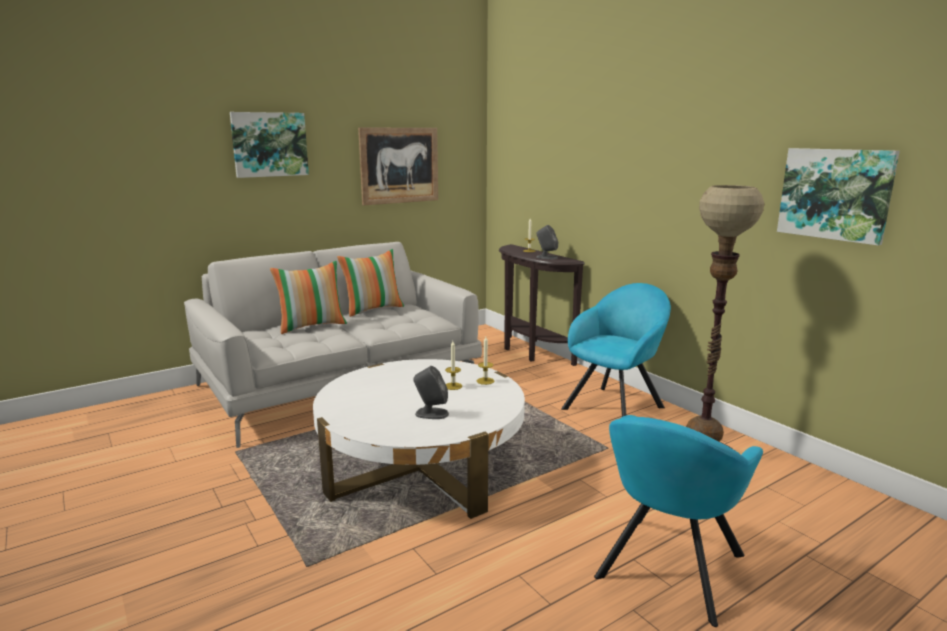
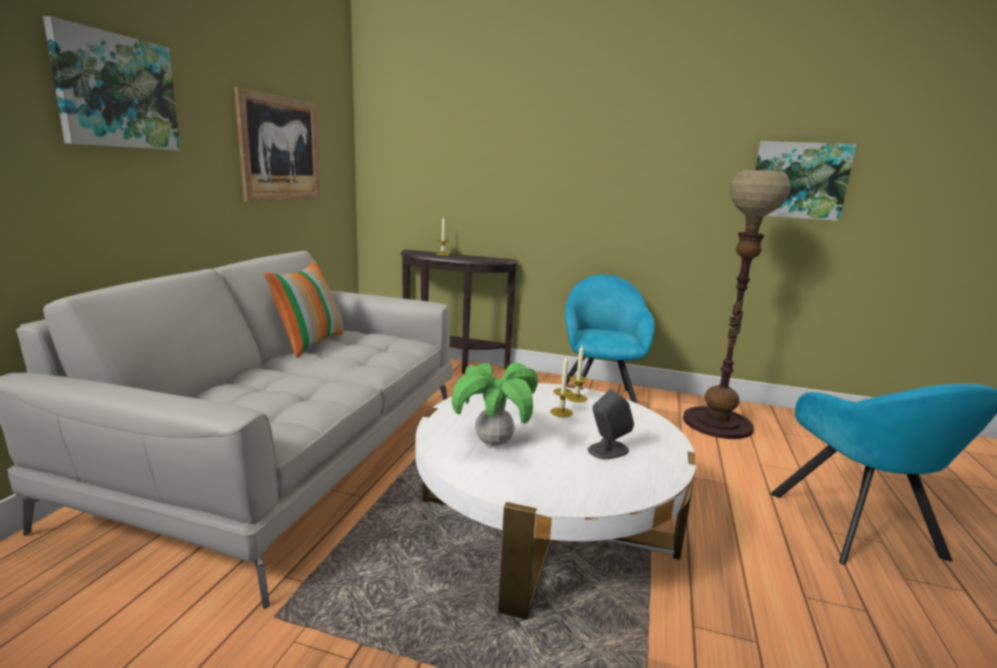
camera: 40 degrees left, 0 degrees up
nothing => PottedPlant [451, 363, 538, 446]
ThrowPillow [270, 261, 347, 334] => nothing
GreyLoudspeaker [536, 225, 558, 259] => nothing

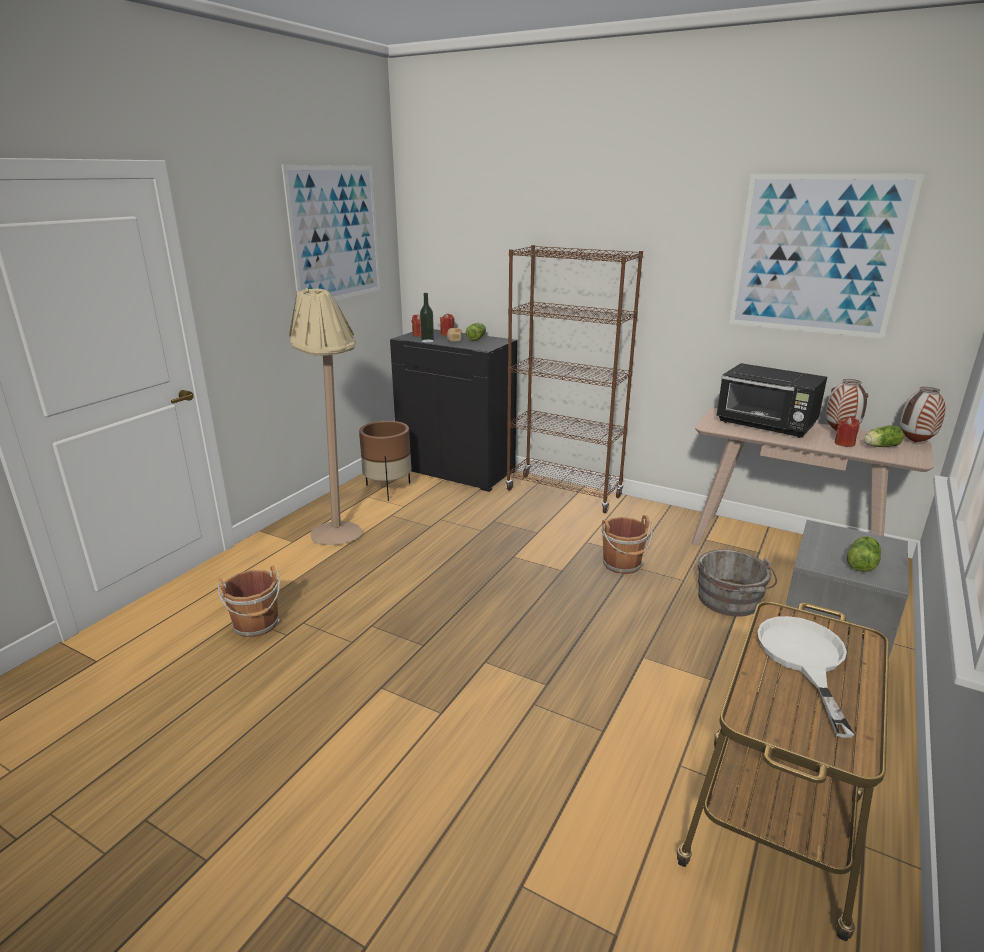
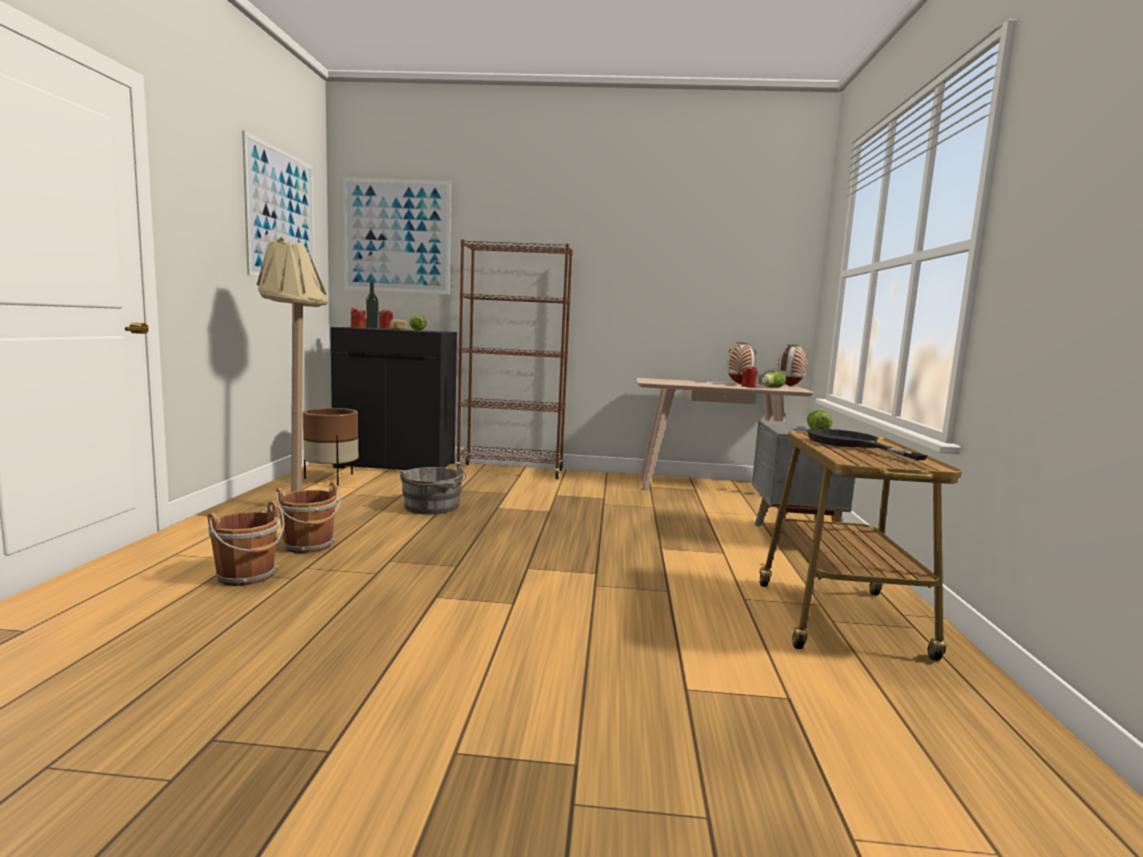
camera: 25 degrees left, 15 degrees down
BrownWaterBucket [602, 515, 652, 574] => BrownWaterBucket [276, 481, 341, 553], shifted
Picture [729, 174, 924, 339] => Picture [343, 178, 451, 295], shifted
GreyWaterBucket [698, 550, 777, 617] => GreyWaterBucket [400, 466, 467, 515], shifted
WhiteFryingPan [757, 616, 855, 738] => BlackColouredFryingPan [807, 429, 927, 460]
BlackColouredMicrowave [716, 363, 827, 438] => nothing

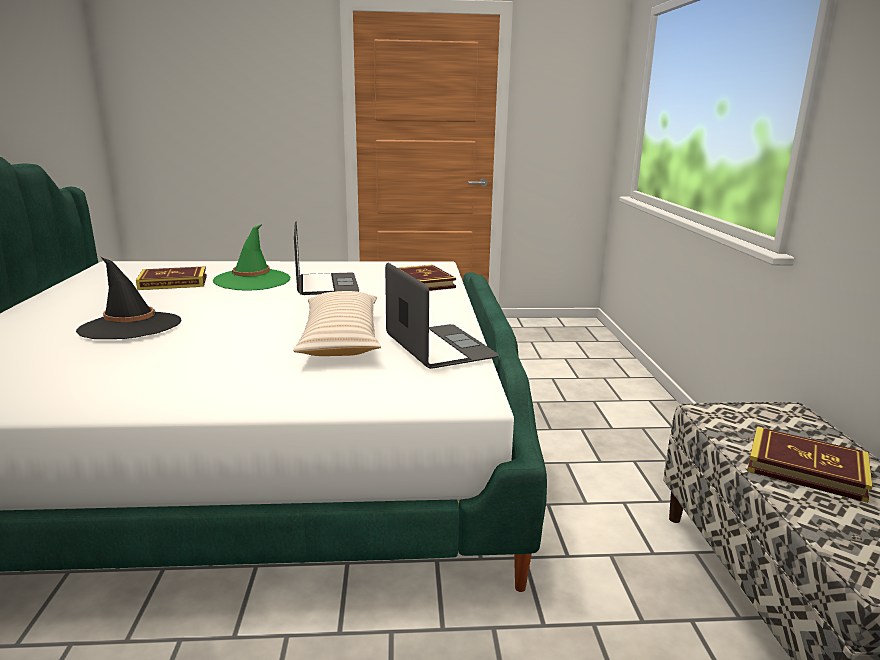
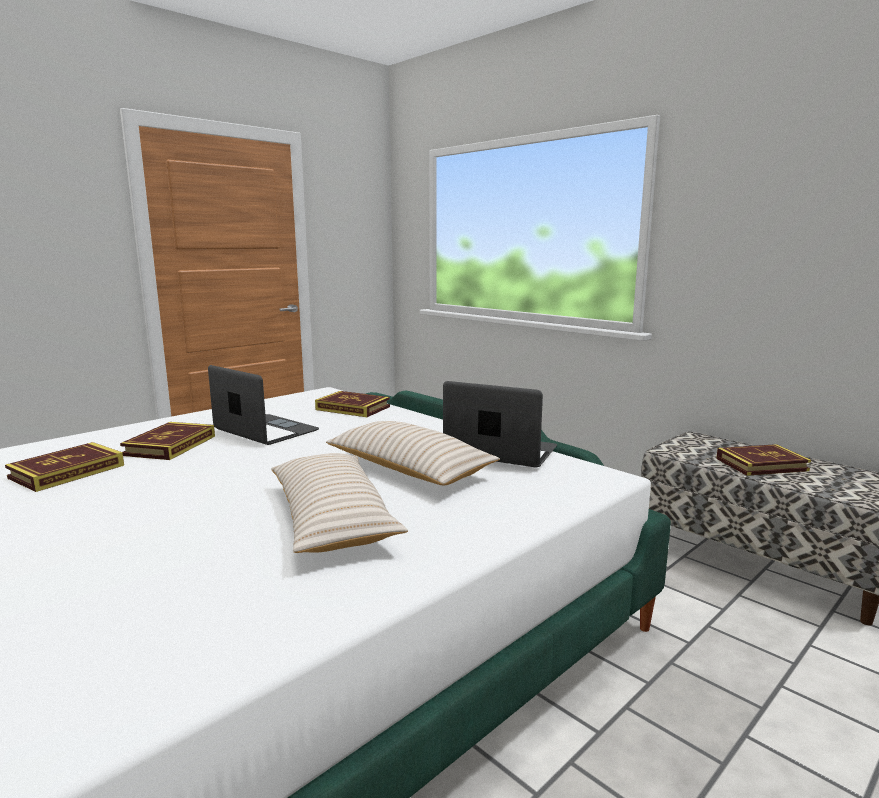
camera: 40 degrees left, 5 degrees down
GreenColouredWearableHat [213, 224, 290, 290] => Volume [120, 422, 215, 460]
nothing => BeigeThrowPillow [271, 453, 408, 553]
BlackColouredWearableHat [76, 257, 182, 339] => nothing

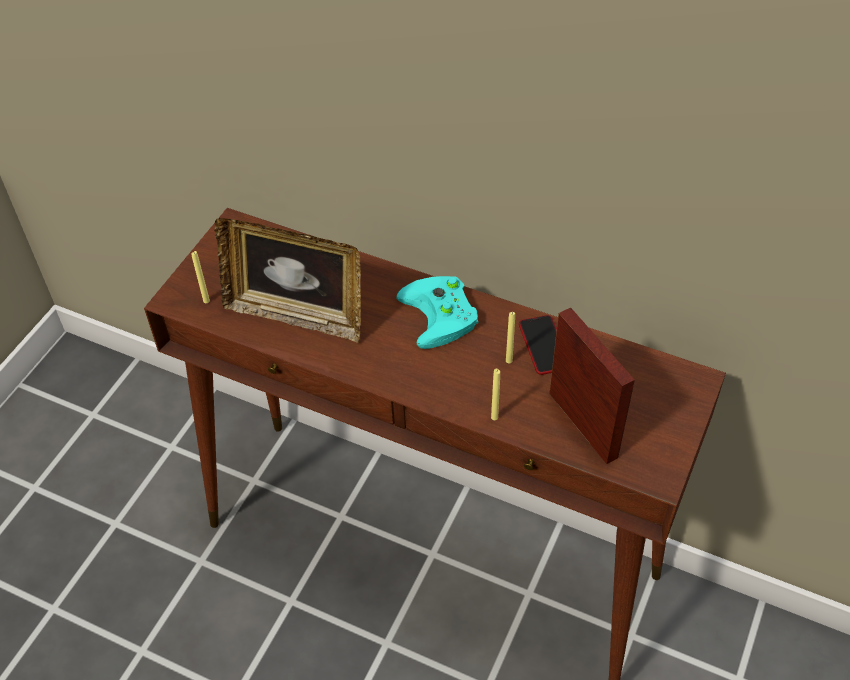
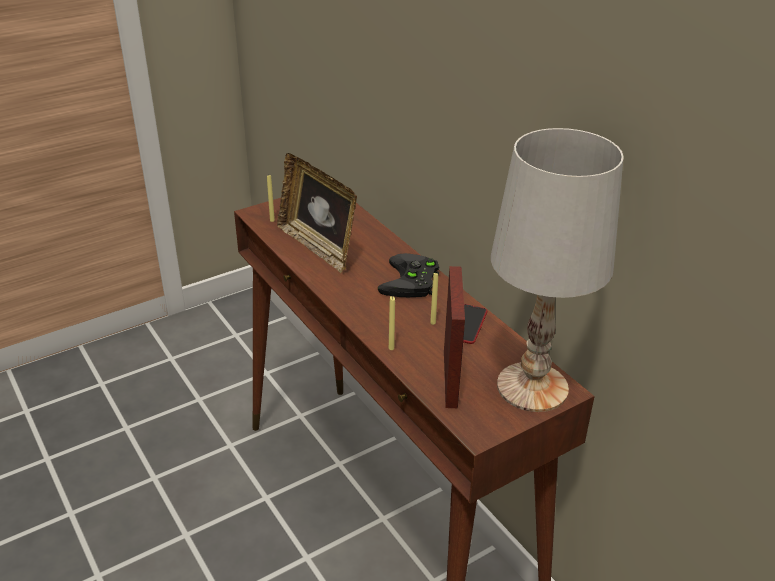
camera: 30 degrees right, 15 degrees down
BlueGreenGamepad [396, 276, 478, 349] => BlackColouredGamepad [378, 253, 439, 297]
nothing => WhiteTabletopLamp [491, 128, 624, 412]

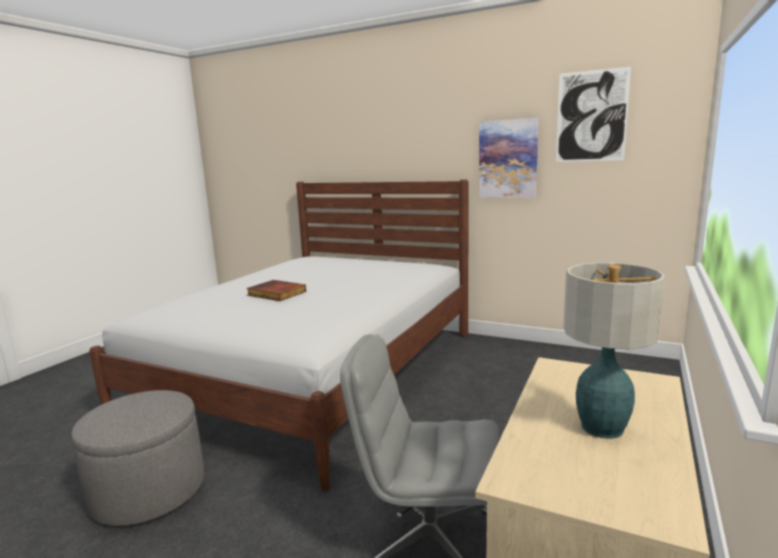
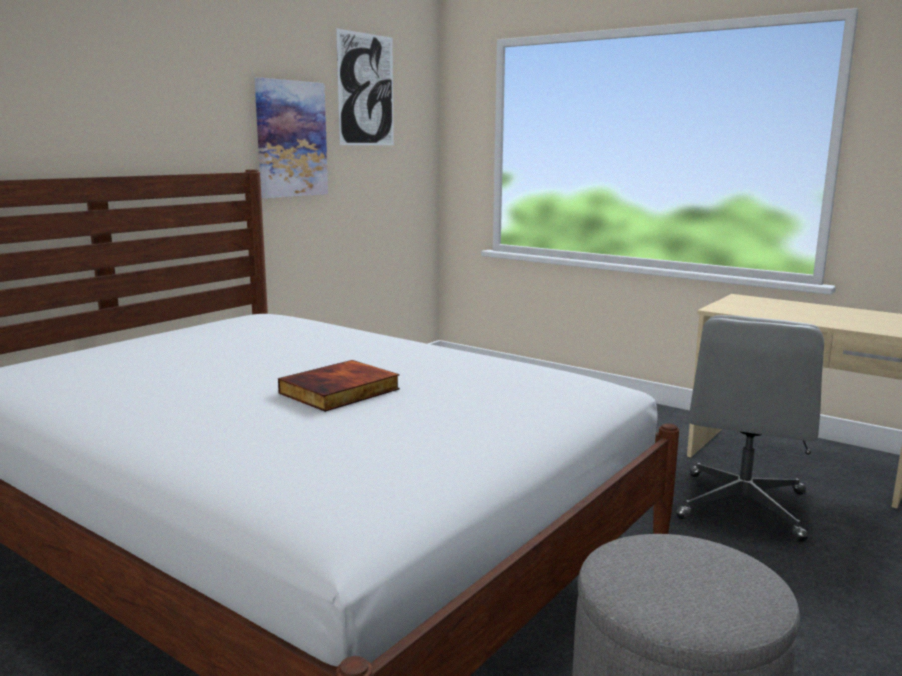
camera: 80 degrees left, 0 degrees up
TabletopLamp [563, 262, 665, 439] => nothing

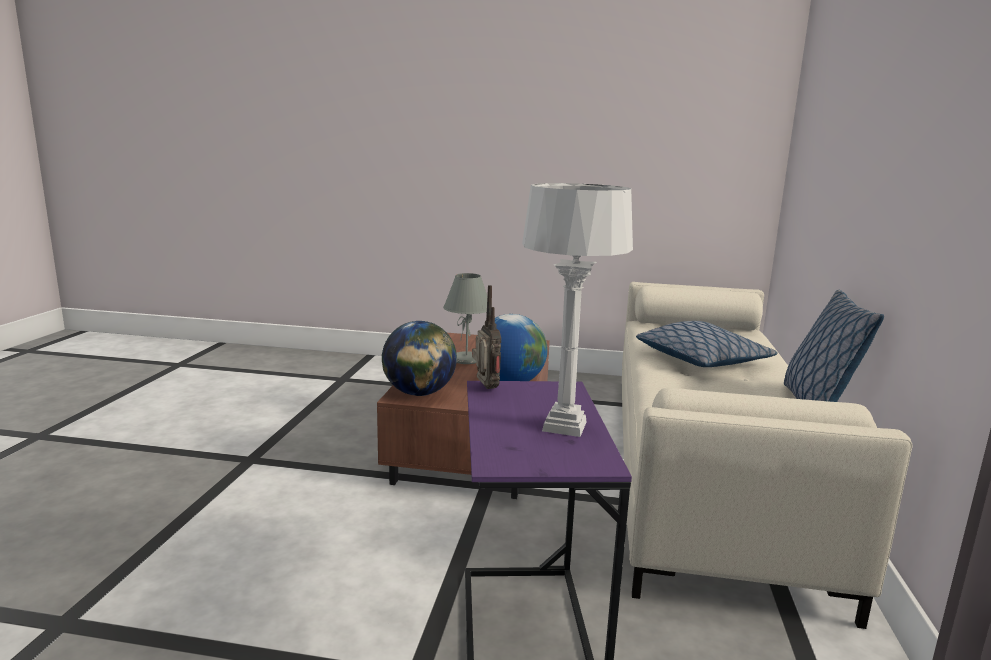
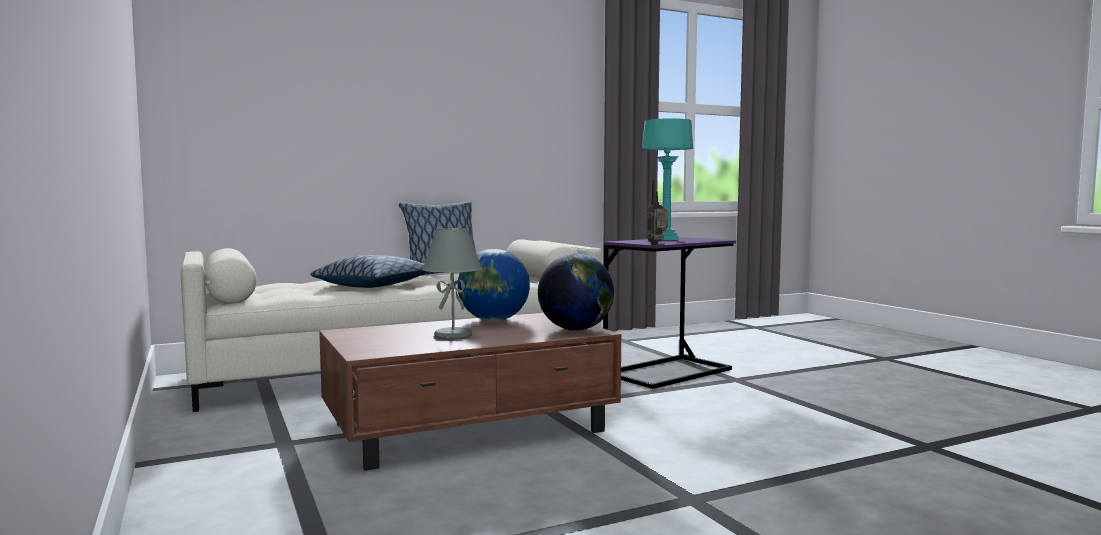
camera: 125 degrees left, 10 degrees down
GreyTabletopLamp [522, 183, 633, 437] => BlueGreenTabletopLamp [642, 118, 693, 240]

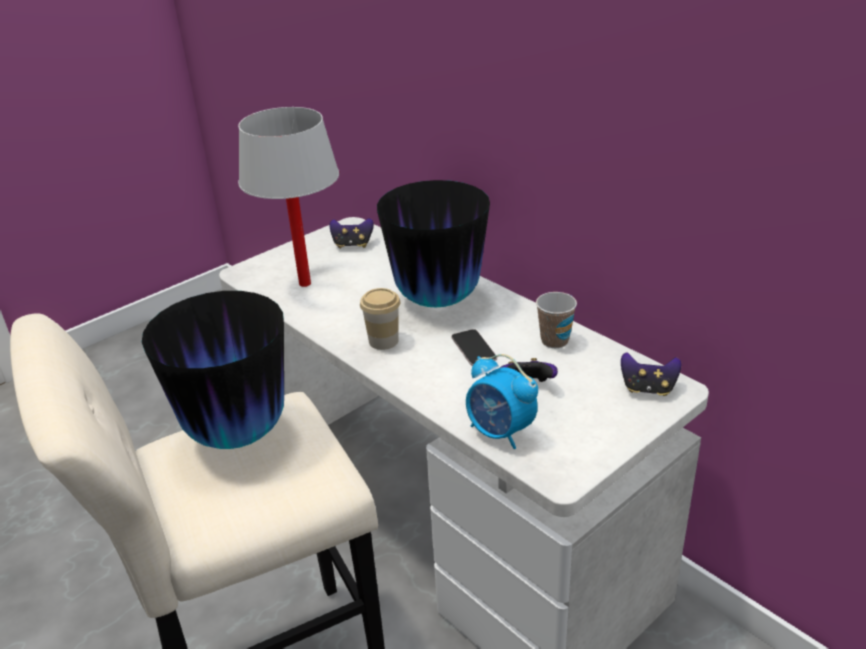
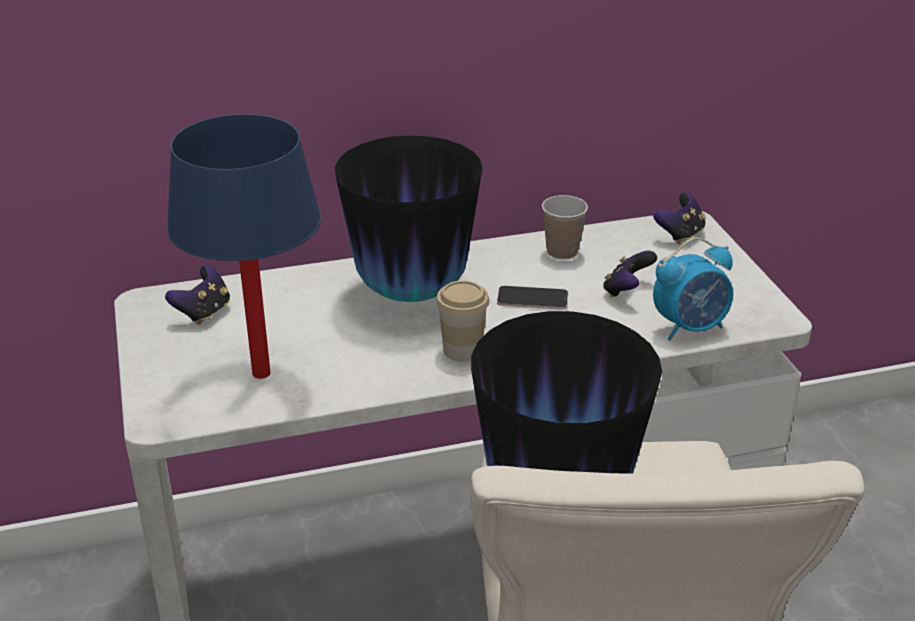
camera: 65 degrees left, 0 degrees up
WhiteTabletopLamp [238, 107, 339, 287] => BlueColouredTabletopLamp [167, 114, 321, 379]

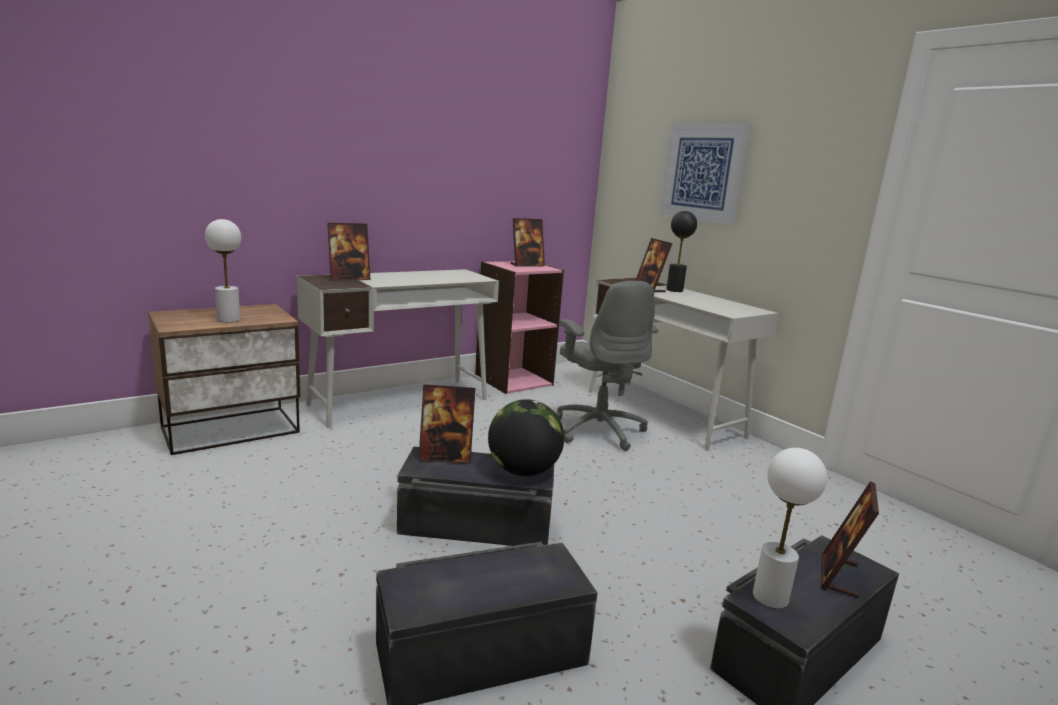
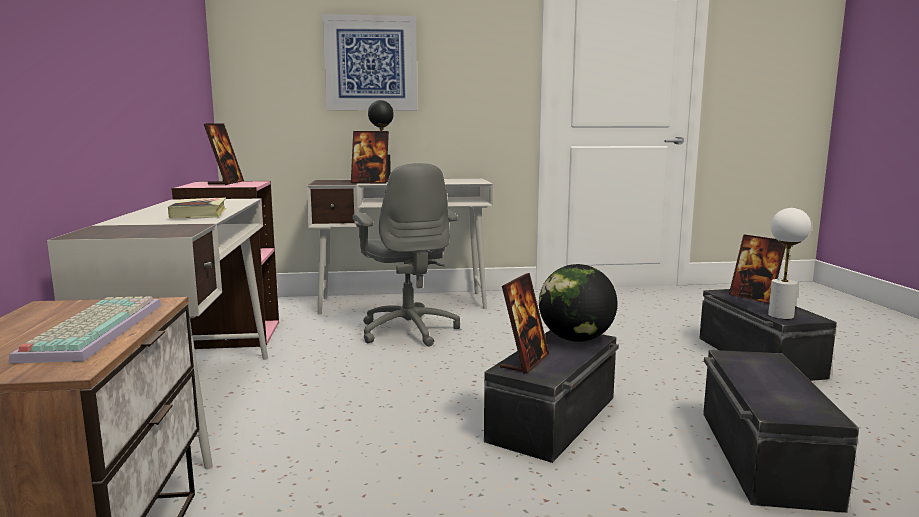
camera: 60 degrees left, 5 degrees down
WhiteTabletopLamp [205, 219, 241, 322] => ComputerKeyboard [9, 296, 161, 363]
nothing => Volume [168, 197, 226, 219]
GreyOfficeChair [556, 281, 658, 451] => GreyOfficeChair [353, 163, 460, 346], 60 degrees clockwise
PhotoFrame [327, 223, 371, 280] => nothing

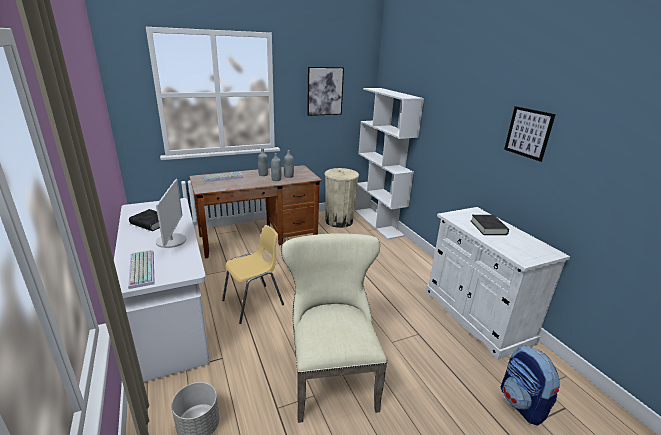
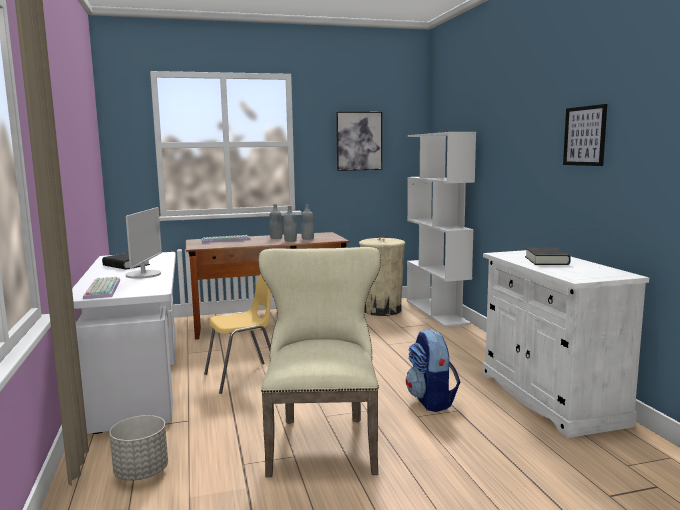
camera: 10 degrees right, 15 degrees down
Rucksack [501, 345, 560, 426] => Rucksack [406, 329, 460, 412], shifted

